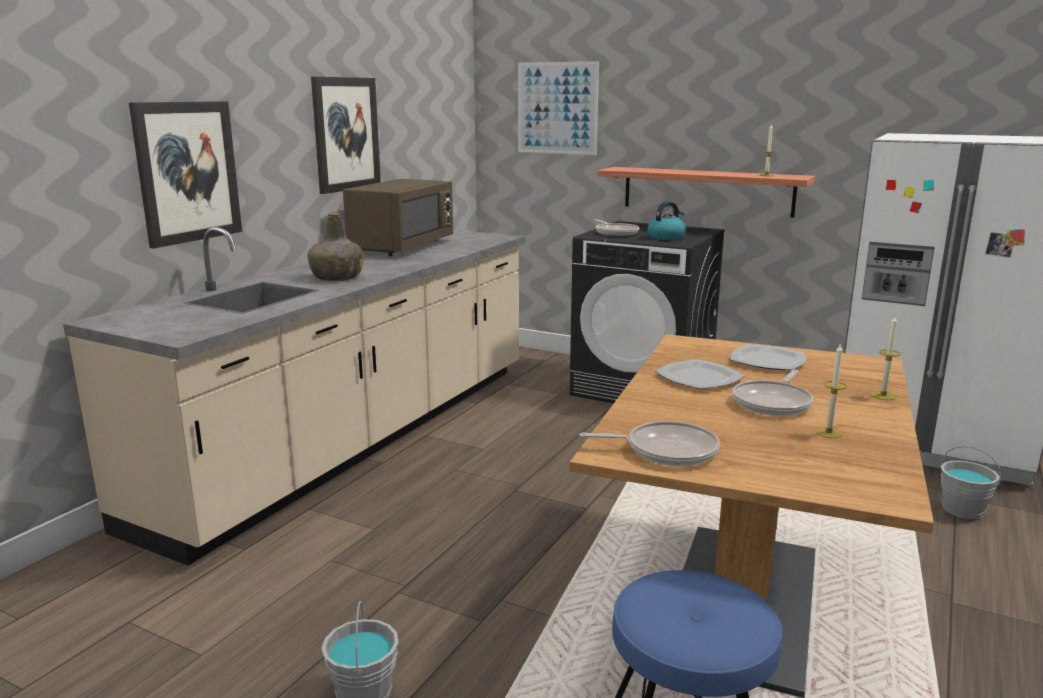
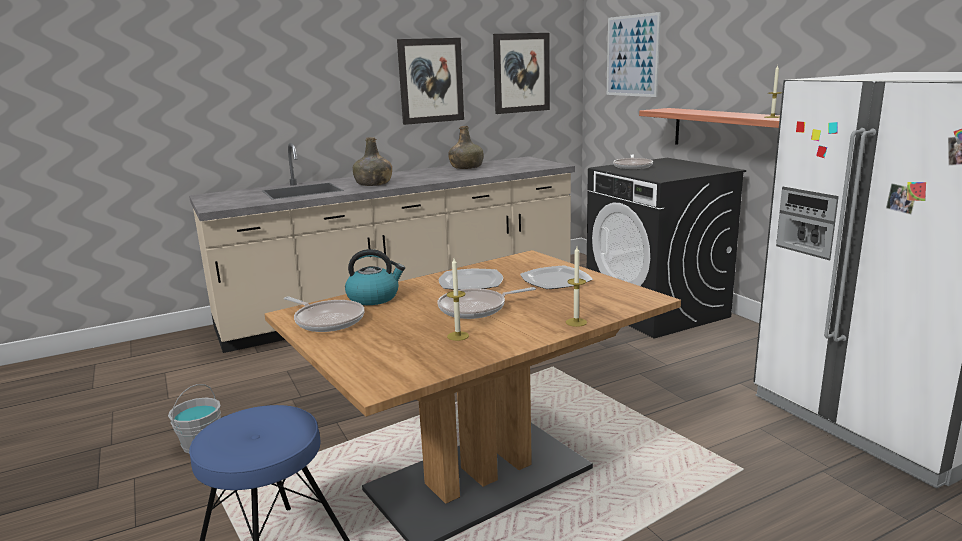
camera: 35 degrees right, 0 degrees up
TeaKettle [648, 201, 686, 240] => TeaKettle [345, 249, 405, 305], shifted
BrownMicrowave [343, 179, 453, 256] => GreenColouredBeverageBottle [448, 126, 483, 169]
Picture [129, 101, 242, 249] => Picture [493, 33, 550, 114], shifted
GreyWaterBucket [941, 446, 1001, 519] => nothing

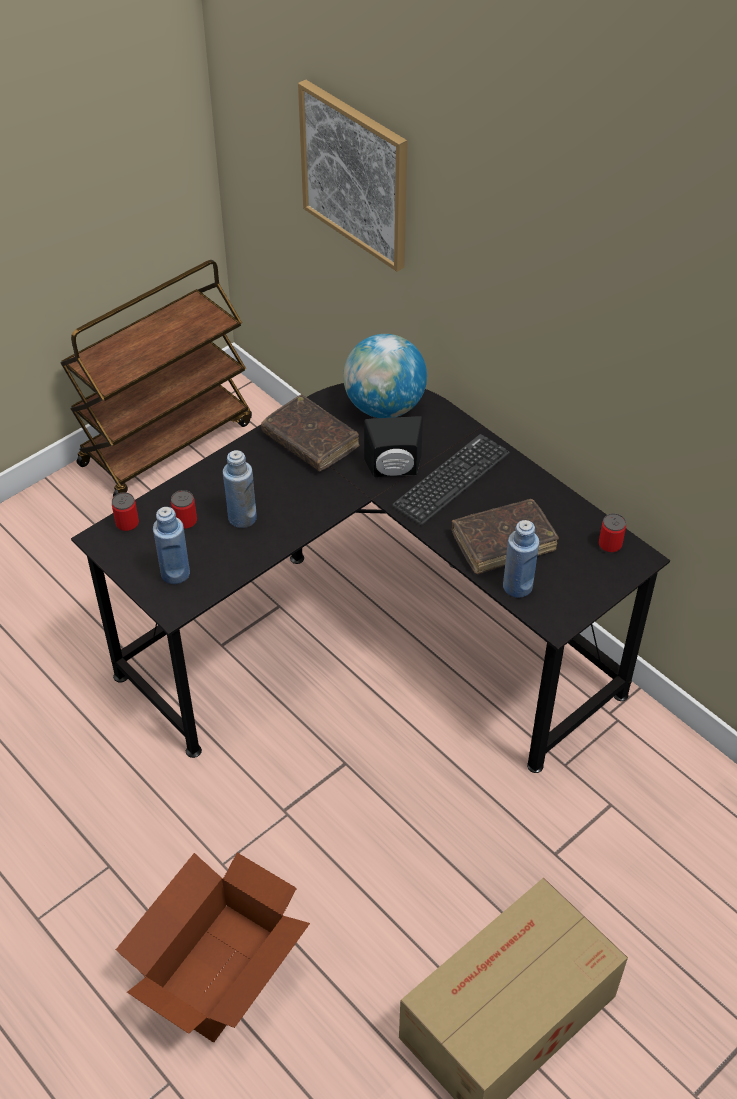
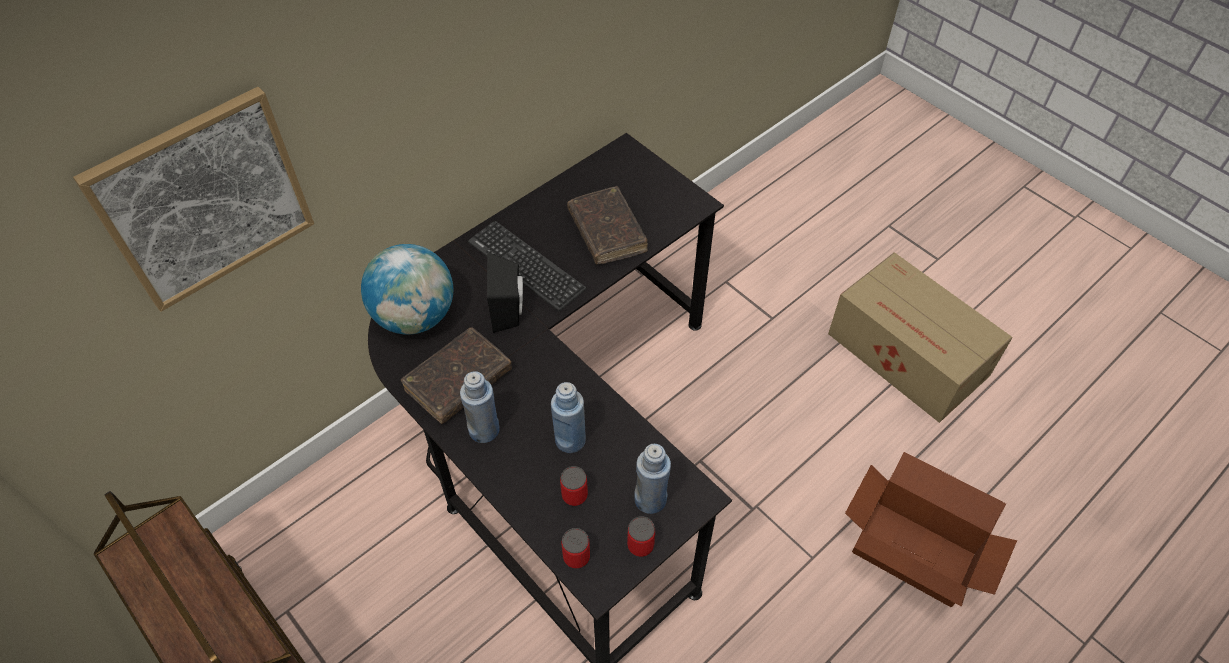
camera: 90 degrees left, 5 degrees up
BlueColouredBeverageBottle [503, 520, 539, 598] => BlueColouredBeverageBottle [460, 371, 500, 443], shifted
MetalCan [599, 513, 626, 553] => MetalCan [627, 516, 655, 557], shifted

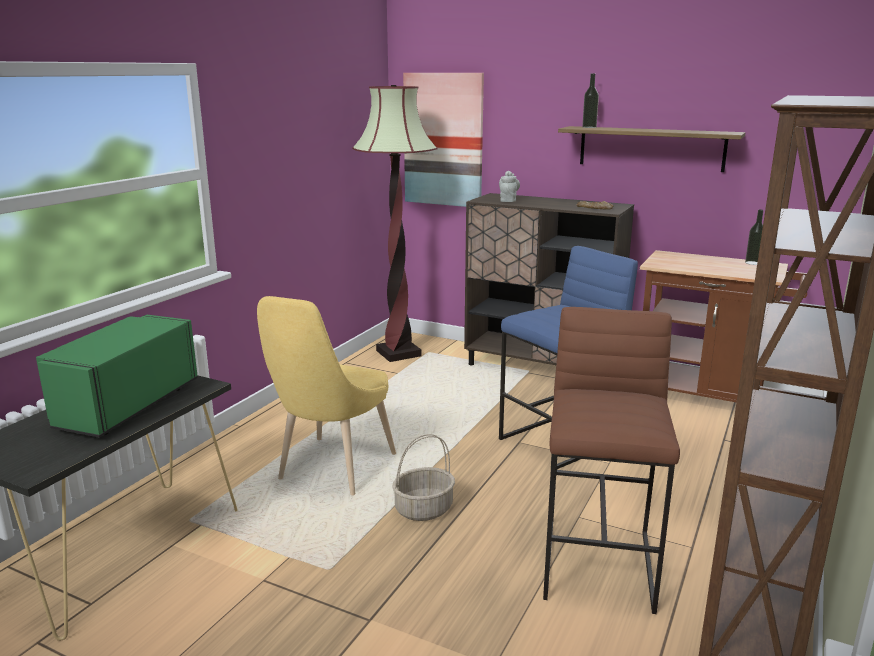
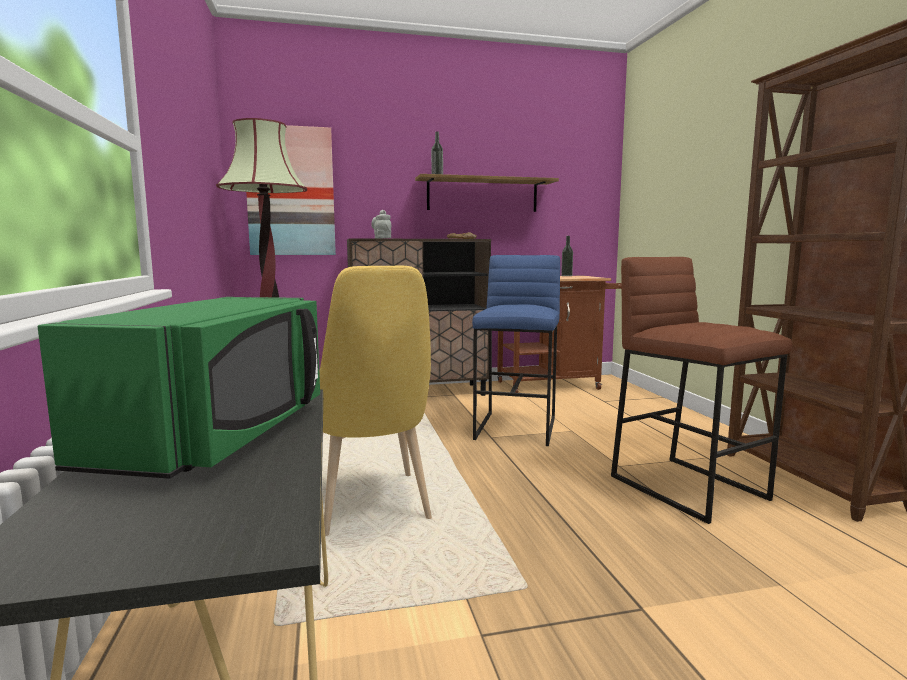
camera: 40 degrees left, 10 degrees down
GreenColouredMicrowave [36, 315, 198, 437] => GreenColouredMicrowave [38, 297, 320, 479], 150 degrees counterclockwise
Basket [392, 434, 455, 521] => nothing

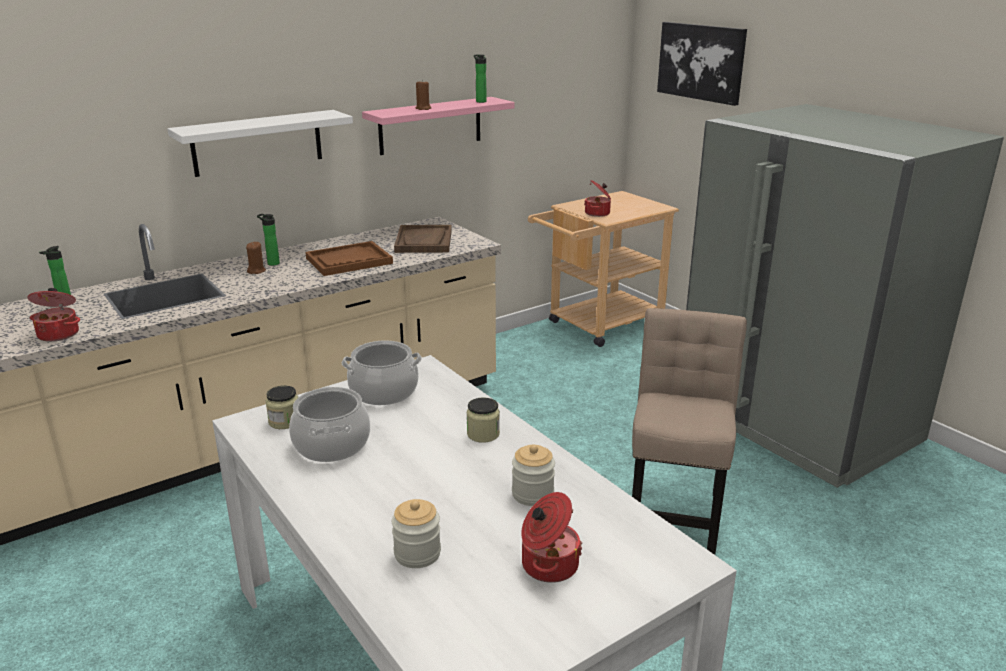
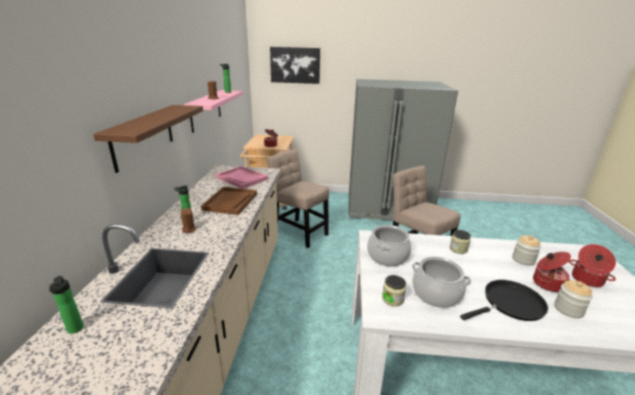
camera: 50 degrees left, 0 degrees up
WhiteWallShelf [167, 110, 353, 177] => BrownWallShelf [93, 105, 203, 173]
BrownTray [394, 225, 452, 253] => PinkColouredTray [216, 166, 268, 189]
nothing => BeigeChair [267, 149, 329, 248]
nothing => BlackColouredFryingPan [460, 280, 548, 321]
Saucepot [28, 288, 80, 342] => Saucepot [533, 252, 571, 292], shifted

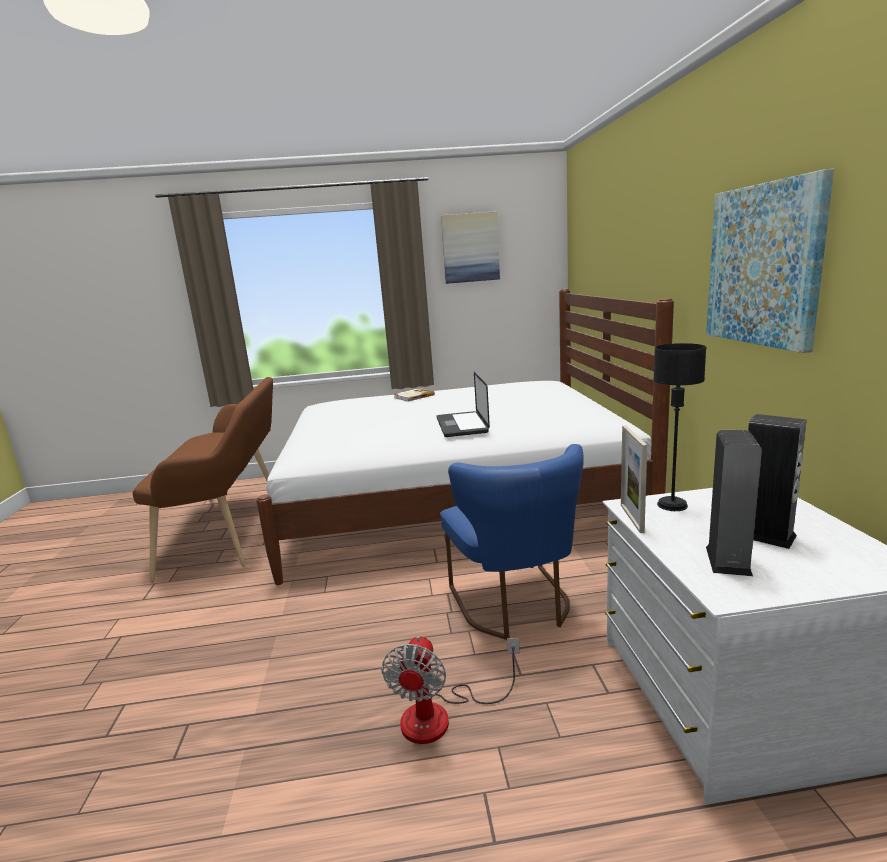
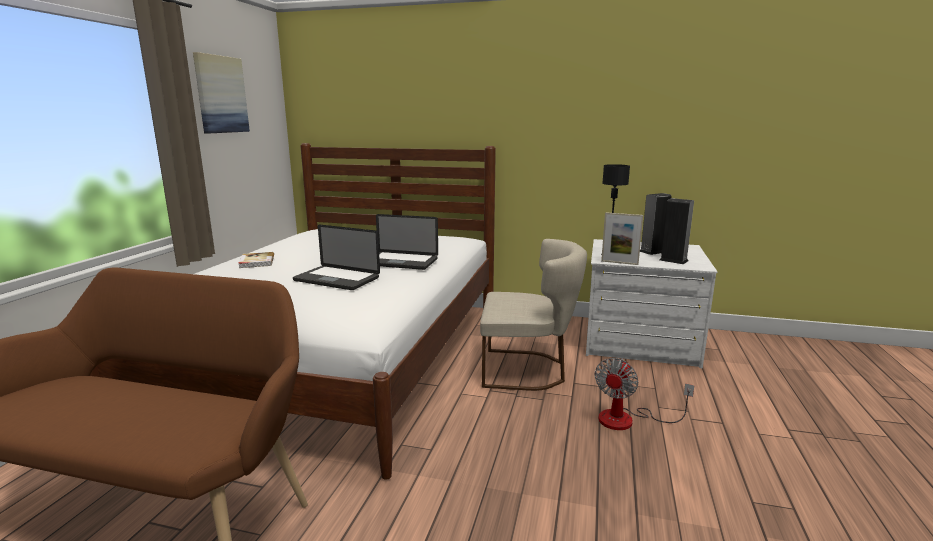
camera: 70 degrees left, 0 degrees up
nothing => Laptop [293, 225, 380, 290]
BlueColouredChair [440, 444, 584, 640] => BeigeChair [480, 239, 587, 391]
Fan [381, 636, 520, 744] => Fan [595, 358, 694, 430], 90 degrees clockwise
Picture [706, 169, 834, 353] => nothing

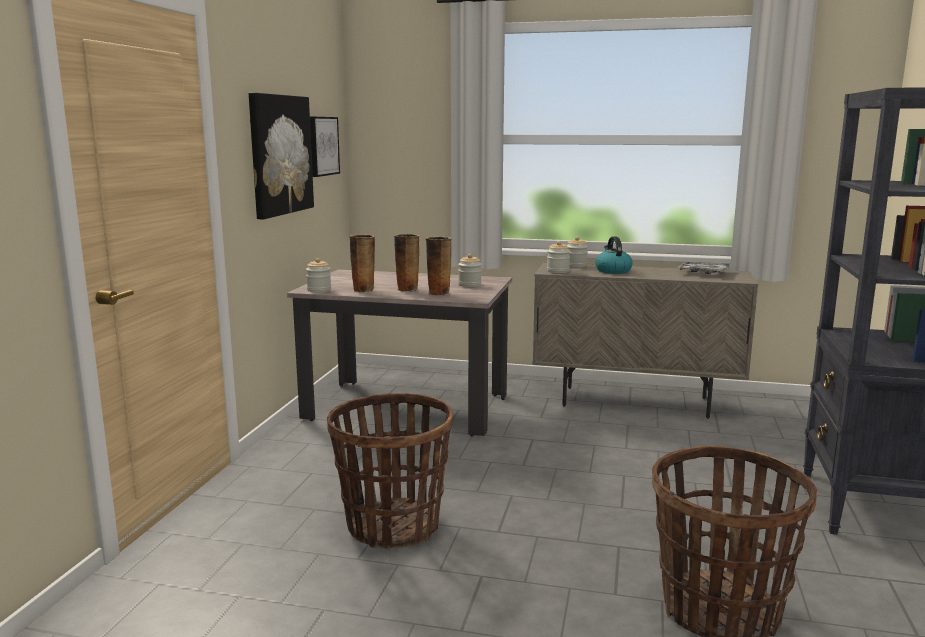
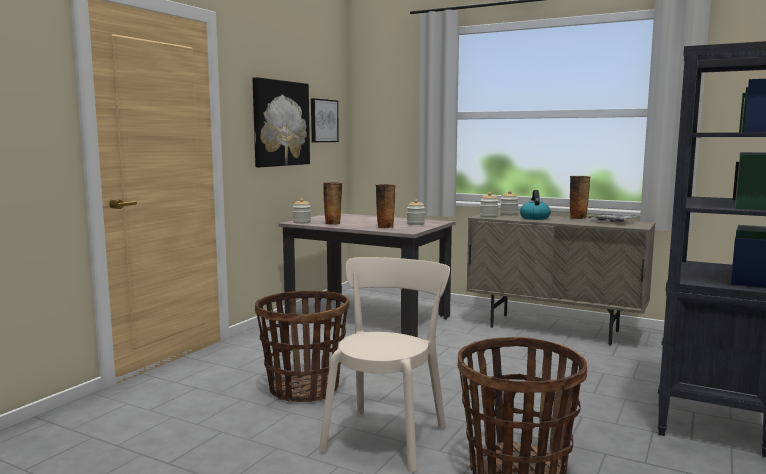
camera: 15 degrees right, 5 degrees down
nothing => BeigeChair [319, 257, 450, 472]
FlowerVase [394, 234, 419, 292] => FlowerVase [570, 176, 590, 219], shifted

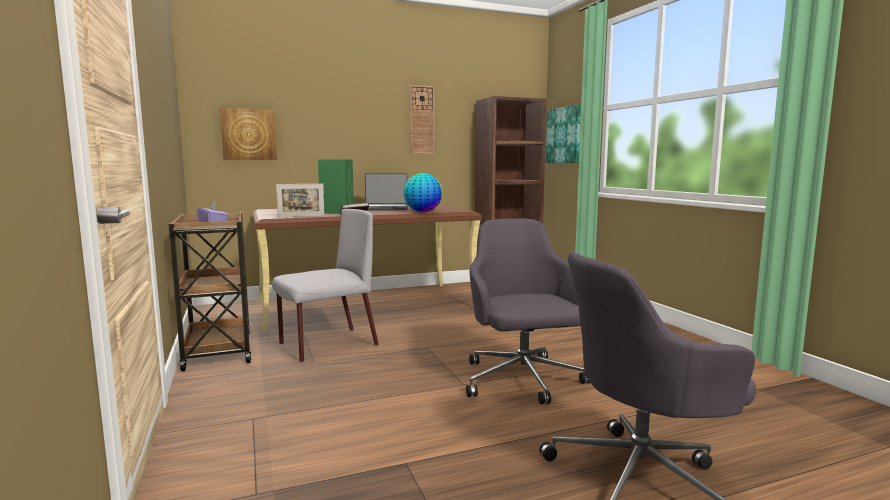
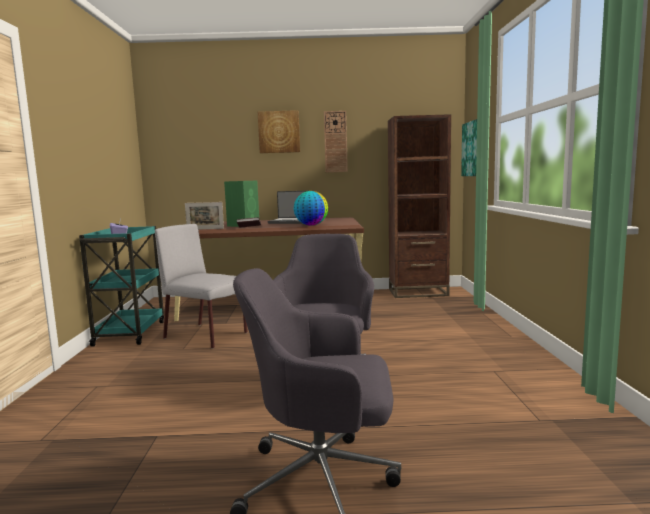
camera: 20 degrees right, 0 degrees up
BrownCart [168, 213, 251, 372] => BlueGreenCart [79, 226, 164, 346]
GreyChair [272, 209, 379, 362] => GreyChair [155, 224, 248, 349], 135 degrees counterclockwise
Picture [220, 108, 277, 160] => Picture [258, 110, 300, 153], shifted

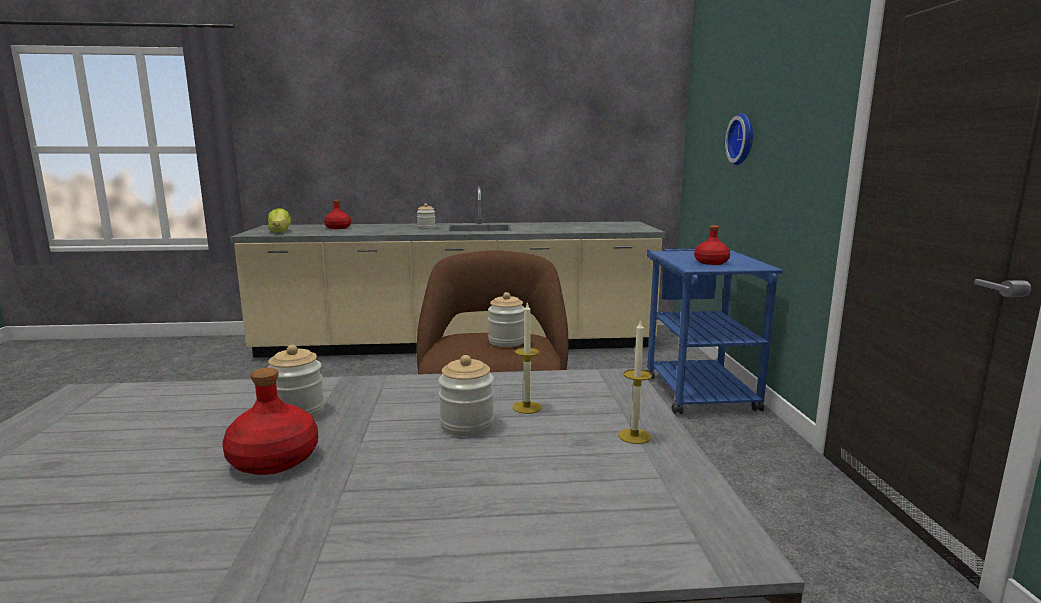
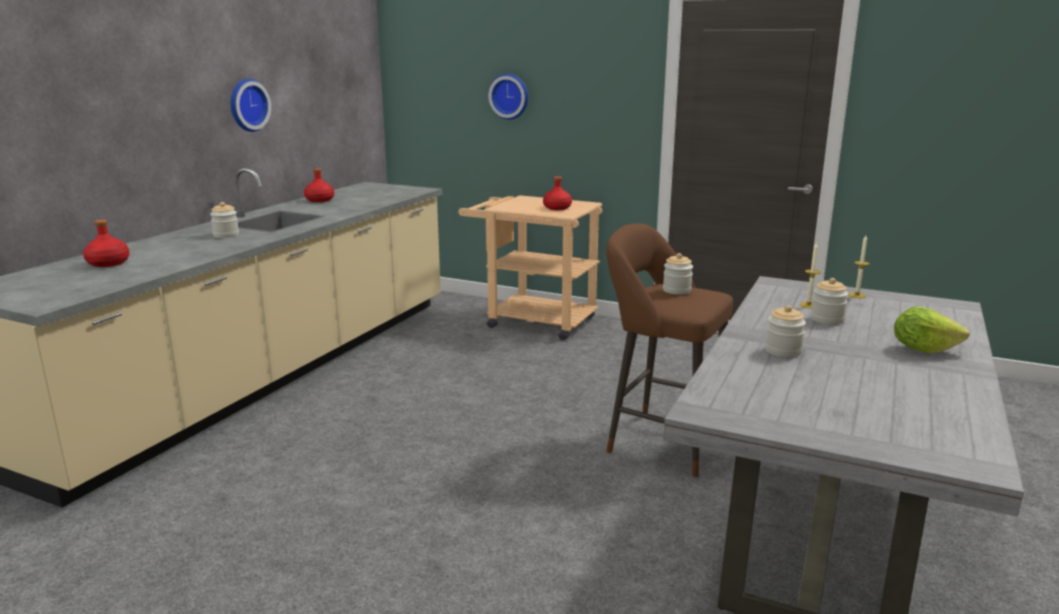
camera: 60 degrees left, 5 degrees up
nothing => ClockOnTheWall [231, 79, 271, 132]
ReddishBeverageBottle [222, 368, 318, 475] => ReddishBeverageBottle [304, 168, 334, 202], shifted
BlueColouredCart [645, 249, 783, 414] => BeigeCart [458, 195, 602, 340]
Lettuce [268, 208, 292, 233] => Lettuce [894, 307, 970, 353], shifted

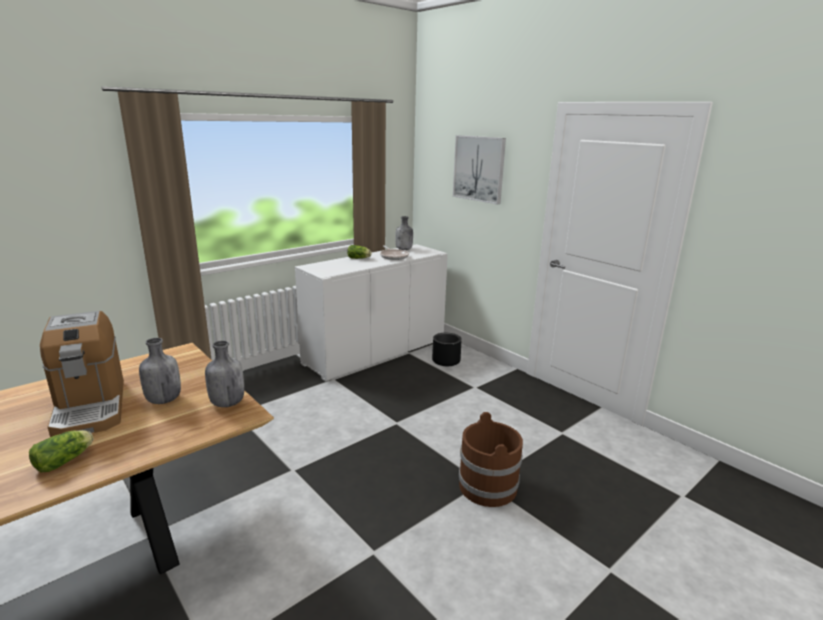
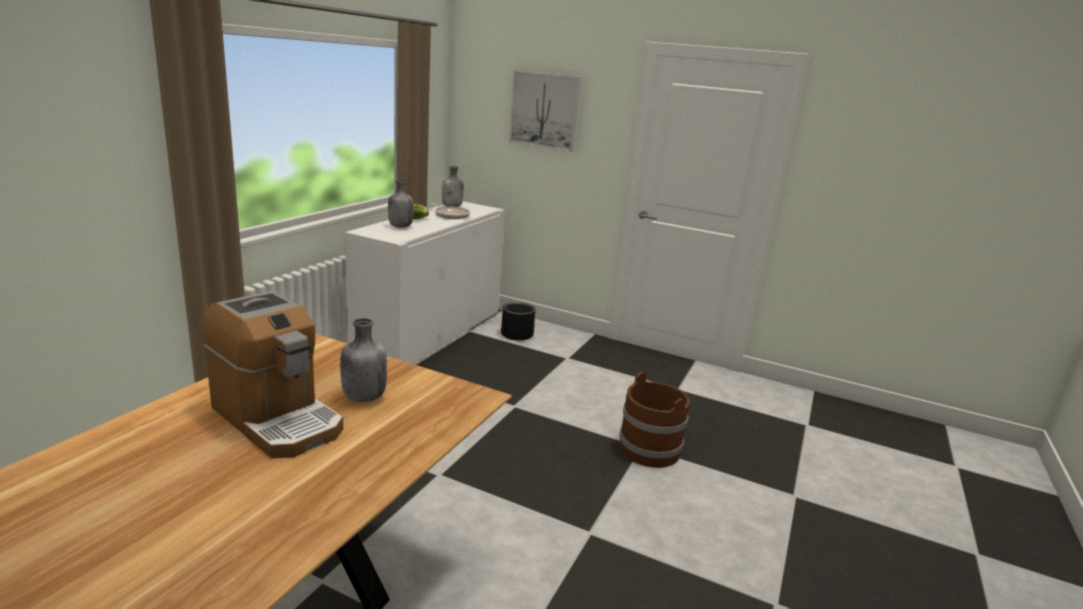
camera: 25 degrees left, 0 degrees up
GreyBeverageBottle [205, 341, 244, 407] => GreyBeverageBottle [388, 180, 413, 228], shifted
Lettuce [29, 430, 94, 472] => nothing

